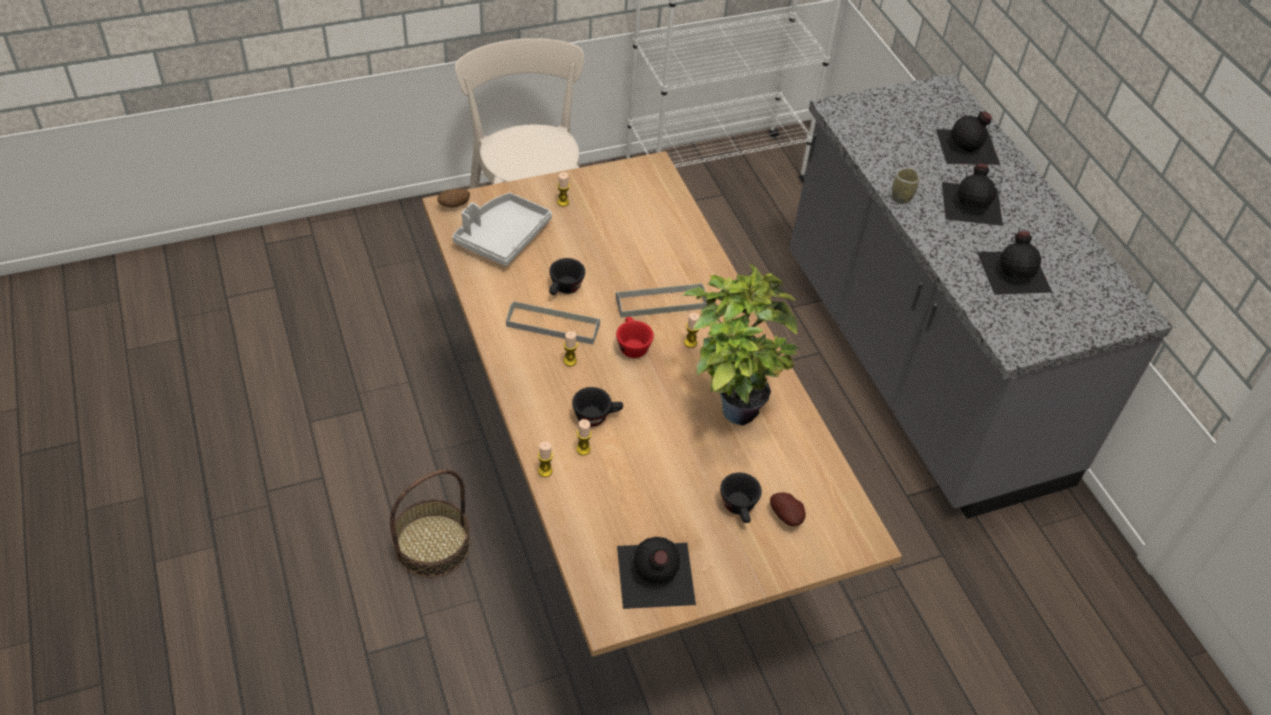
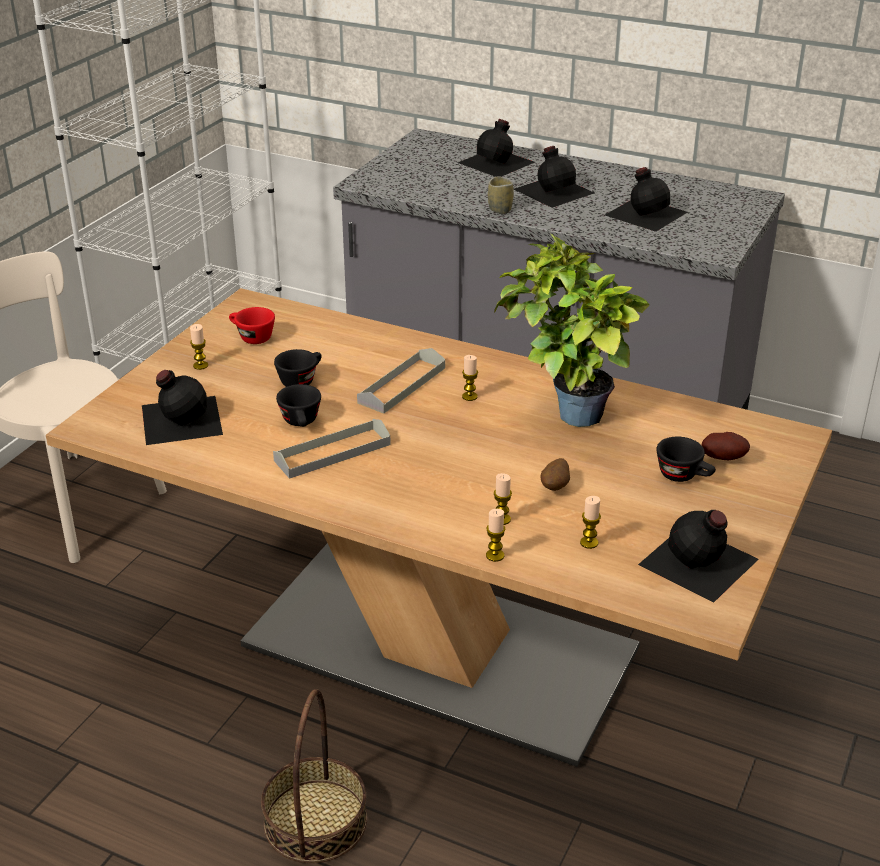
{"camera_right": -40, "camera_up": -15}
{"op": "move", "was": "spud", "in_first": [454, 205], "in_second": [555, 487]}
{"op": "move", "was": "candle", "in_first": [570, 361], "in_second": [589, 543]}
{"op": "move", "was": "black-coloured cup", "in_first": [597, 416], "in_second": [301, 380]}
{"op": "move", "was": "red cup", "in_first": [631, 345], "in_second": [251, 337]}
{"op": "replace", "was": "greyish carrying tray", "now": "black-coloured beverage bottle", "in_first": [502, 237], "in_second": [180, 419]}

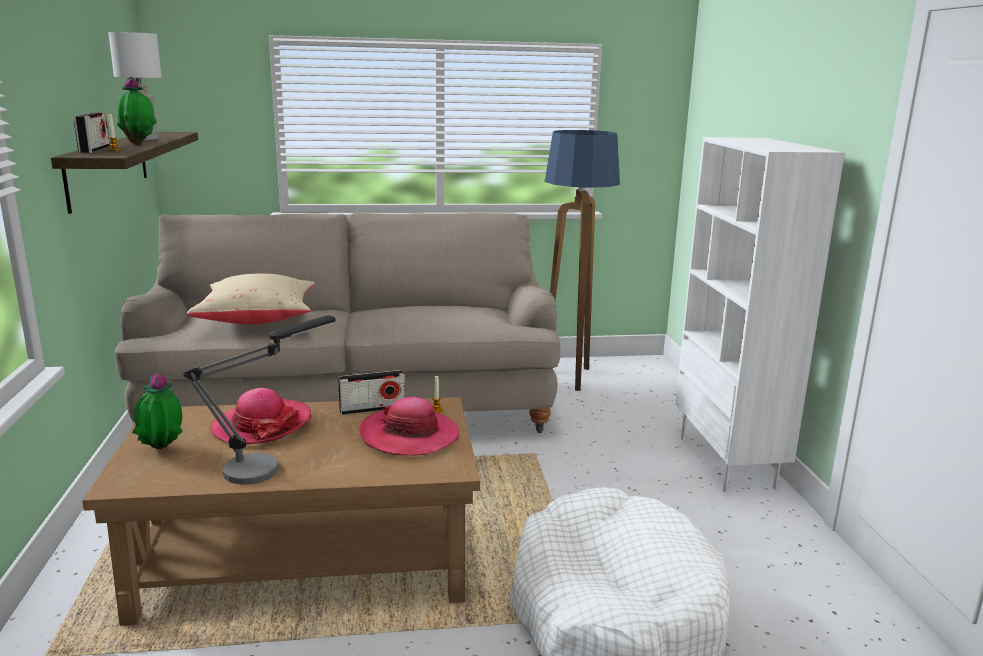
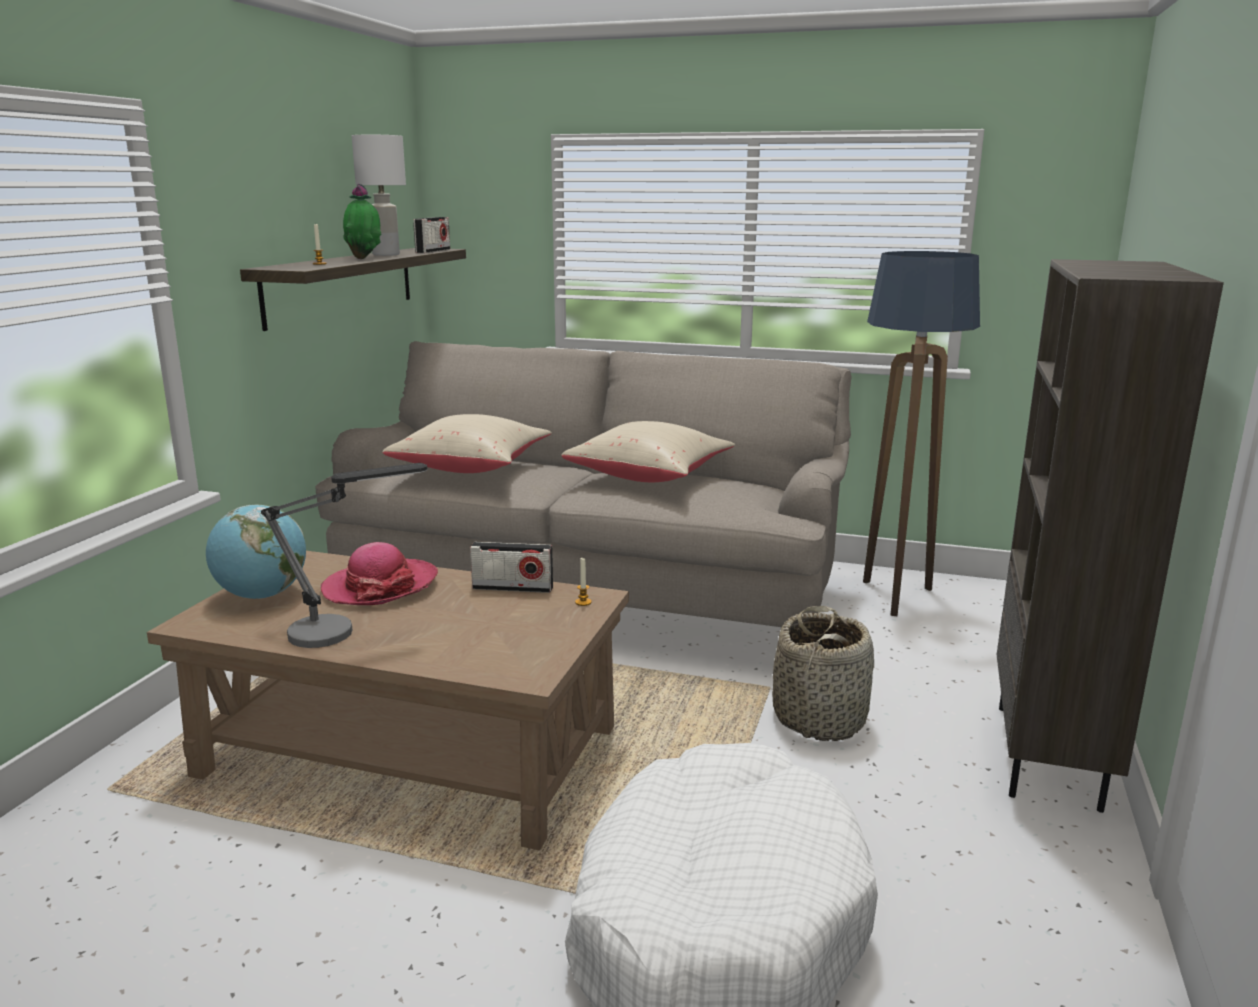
{"camera_right": 25, "camera_up": 0}
{"op": "delete", "was": "wearable hat", "in_first": [409, 436]}
{"op": "insert", "now": "beige-coloured pillow", "in_second": [650, 476]}
{"op": "insert", "now": "storage basket", "in_second": [820, 718]}
{"op": "move", "was": "radio", "in_first": [94, 150], "in_second": [433, 251]}
{"op": "replace", "was": "houseplant", "now": "world globe", "in_first": [162, 450], "in_second": [262, 595]}
{"op": "recolor", "was": "white-coloured shelving unit", "now": "brown shelving unit", "in_first": [728, 462], "in_second": [1050, 756]}

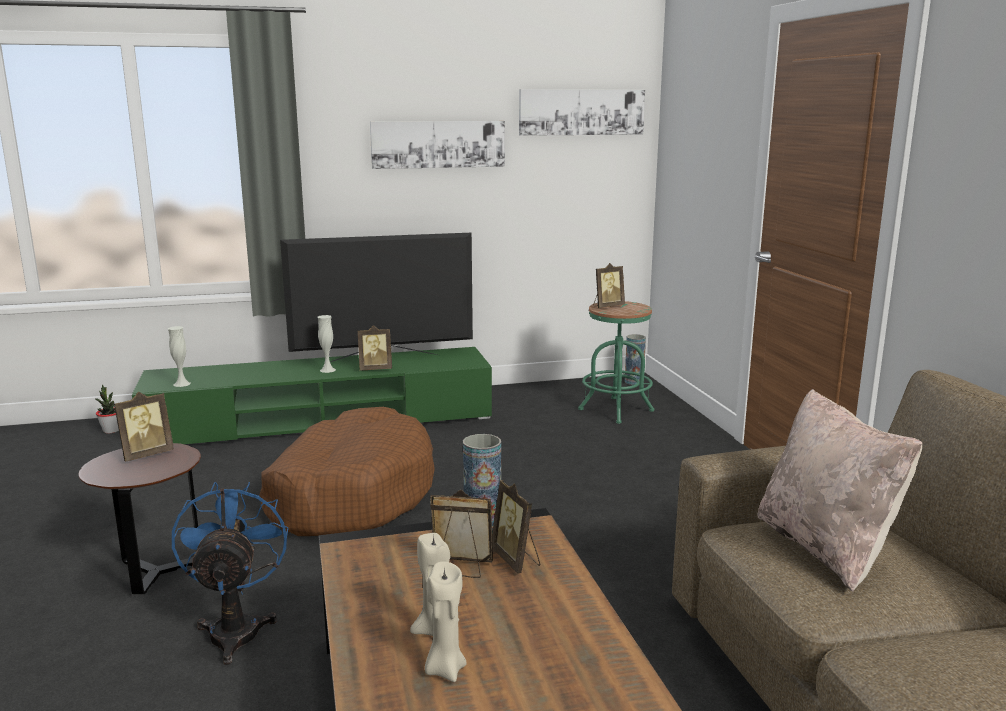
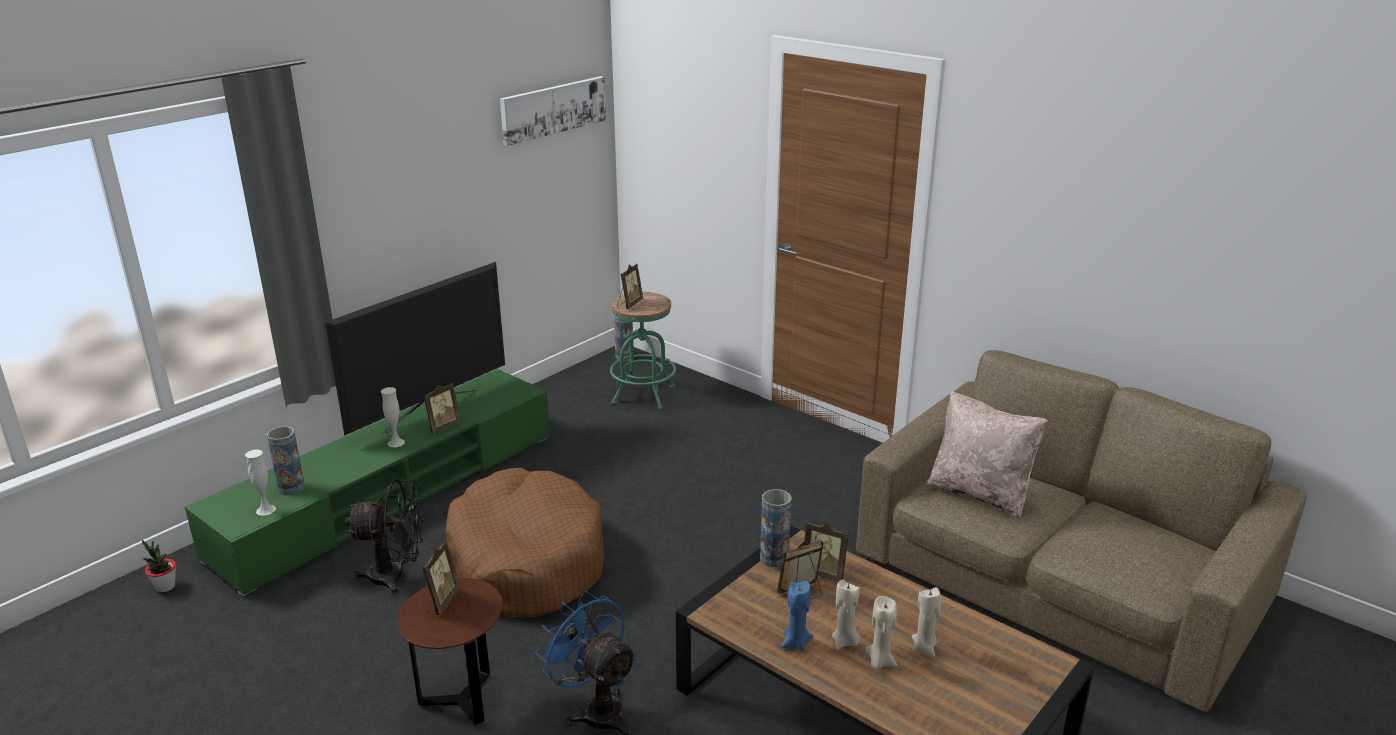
{"camera_right": -35, "camera_up": 10}
{"op": "delete", "was": "wall picture", "in_first": [438, 144]}
{"op": "insert", "now": "decorative vase", "in_second": [291, 488]}
{"op": "insert", "now": "black-coloured electric fan", "in_second": [396, 576]}
{"op": "insert", "now": "blue candle", "in_second": [795, 643]}
{"op": "insert", "now": "beige-coloured candle", "in_second": [924, 648]}

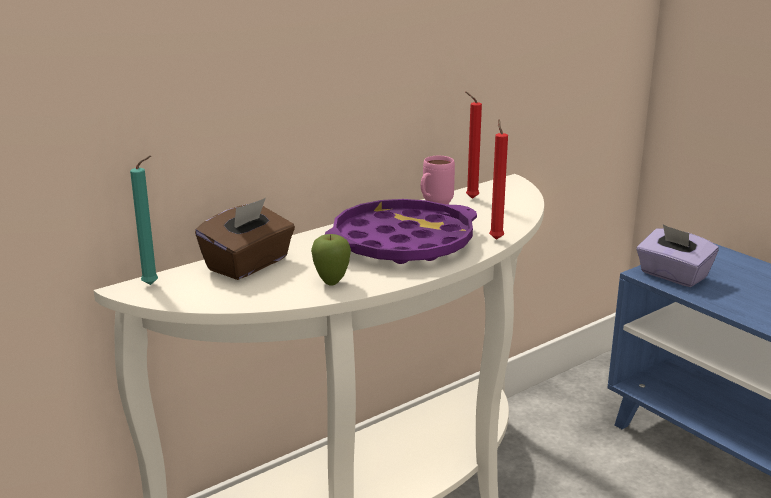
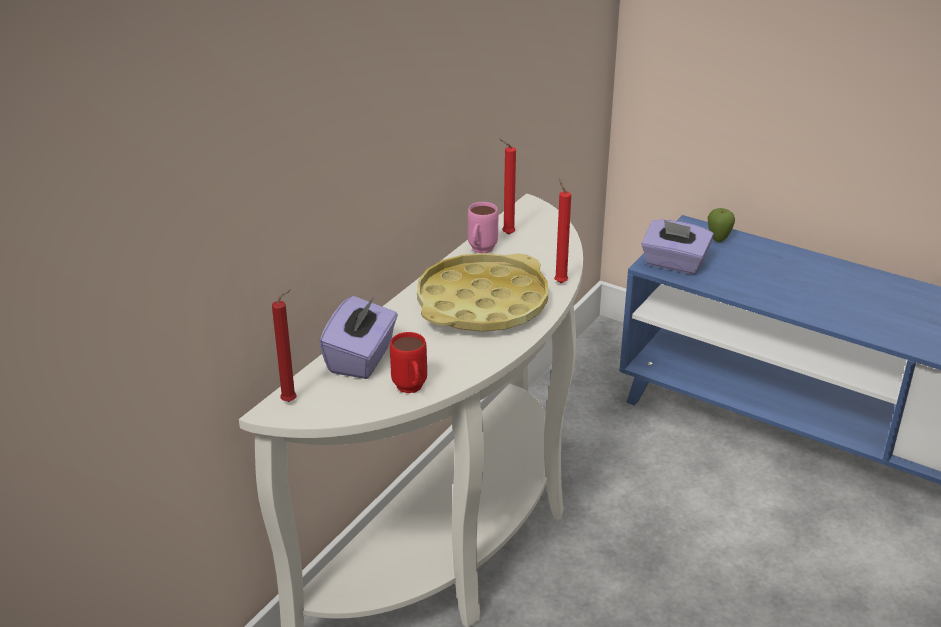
{"camera_right": -20, "camera_up": 10}
{"op": "insert", "now": "red coffee mug", "in_second": [411, 390]}
{"op": "move", "was": "apple fruit", "in_first": [331, 282], "in_second": [718, 240]}
{"op": "recolor", "was": "blue-green candle", "now": "red candle", "in_first": [153, 285], "in_second": [291, 401]}
{"op": "recolor", "was": "brown tissue box", "now": "purplish tissue box", "in_first": [248, 264], "in_second": [361, 358]}
{"op": "recolor", "was": "purplish carrying tray", "now": "yellowish carrying tray", "in_first": [402, 243], "in_second": [482, 304]}

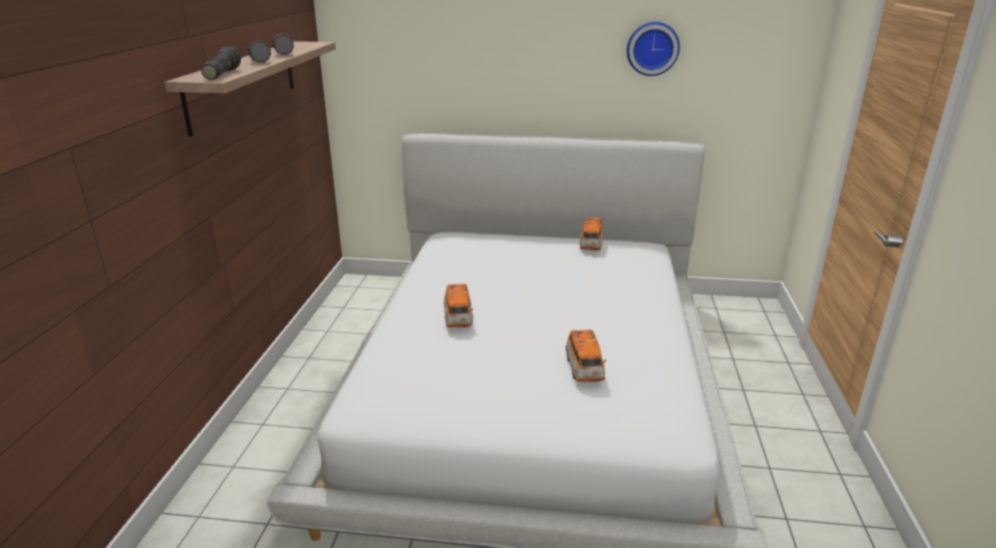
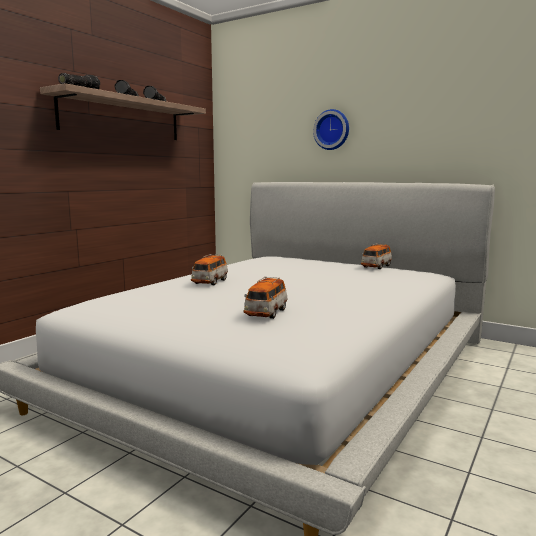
{"camera_right": 25, "camera_up": -15}
{"op": "move", "was": "wall clock", "in_first": [652, 48], "in_second": [332, 130]}

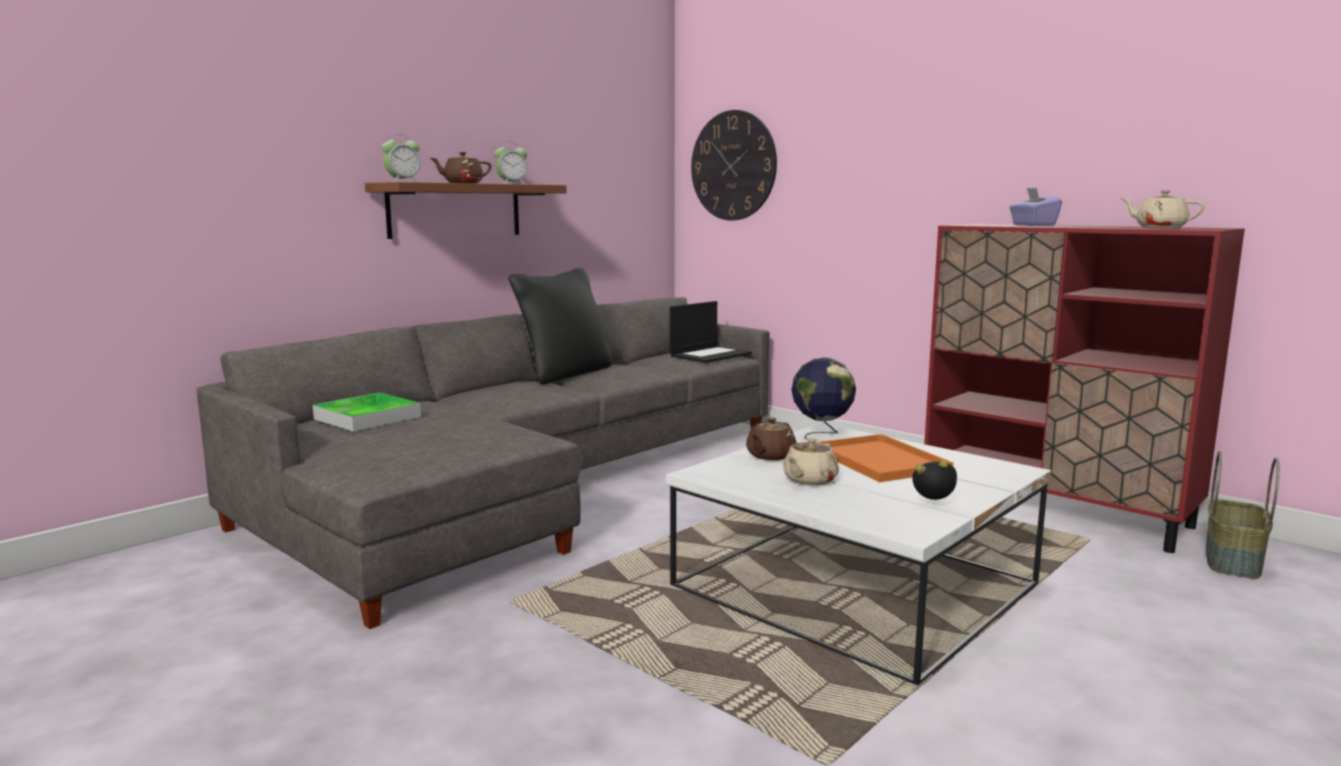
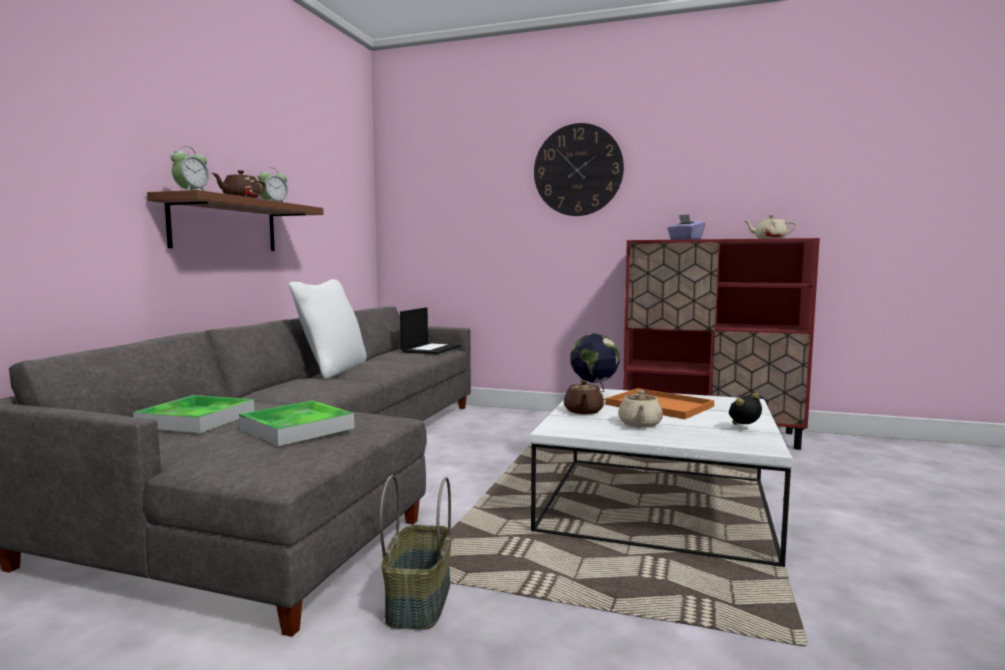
{"camera_right": -25, "camera_up": -5}
{"op": "insert", "now": "carrying tray", "in_second": [297, 429]}
{"op": "move", "was": "wall clock", "in_first": [733, 166], "in_second": [578, 170]}
{"op": "move", "was": "storage basket", "in_first": [1231, 560], "in_second": [418, 600]}
{"op": "recolor", "was": "black-coloured pillow", "now": "white-coloured pillow", "in_first": [565, 374], "in_second": [333, 370]}

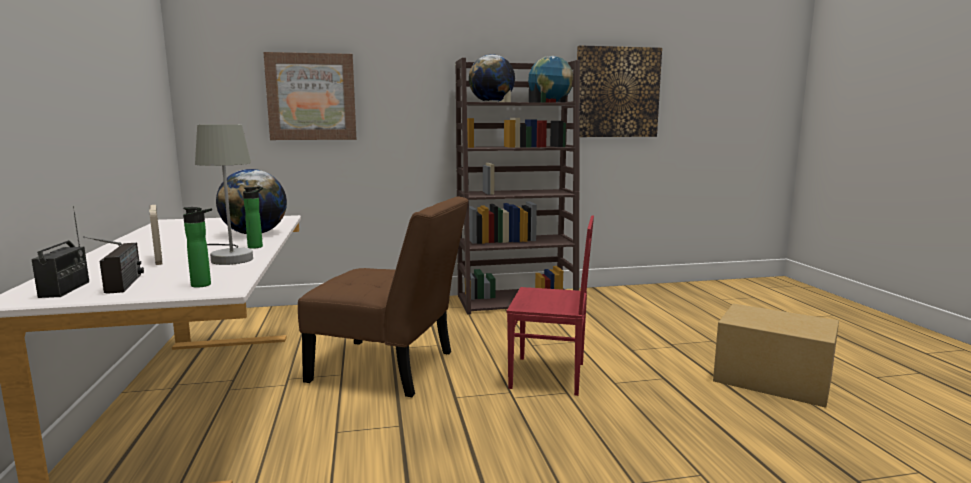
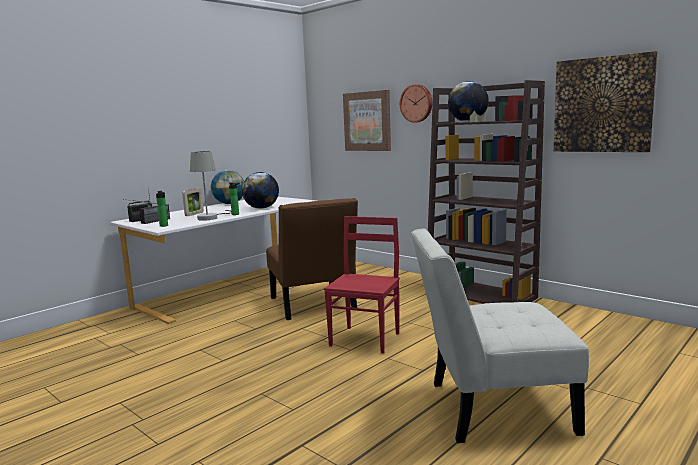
{"camera_right": 55, "camera_up": 0}
{"op": "insert", "now": "wall clock", "in_second": [417, 103]}
{"op": "move", "was": "world globe", "in_first": [550, 103], "in_second": [229, 203]}
{"op": "replace", "was": "cardboard box", "now": "white-coloured plain chair", "in_first": [771, 380], "in_second": [491, 408]}
{"op": "rotate", "was": "red plain chair", "in_first": [549, 376], "in_second": [366, 339], "clockwise": -135}

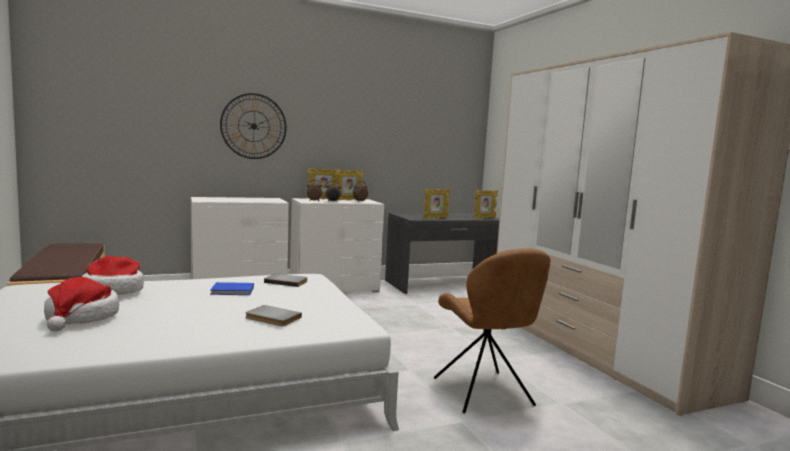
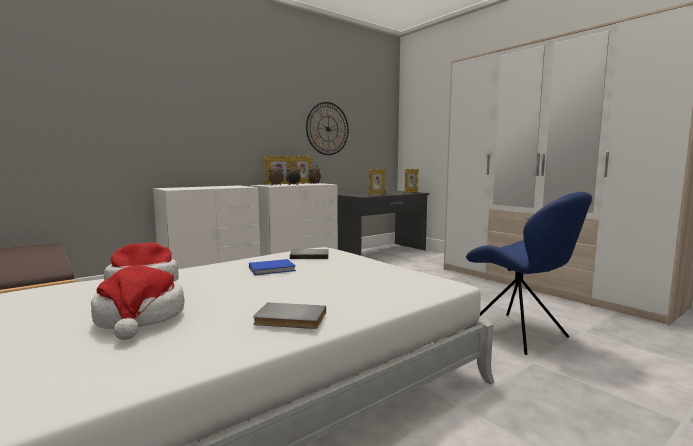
{"camera_right": -15, "camera_up": 0}
{"op": "move", "was": "wall clock", "in_first": [253, 126], "in_second": [327, 128]}
{"op": "move", "was": "greyish volume", "in_first": [272, 318], "in_second": [290, 319]}
{"op": "recolor", "was": "brown plain chair", "now": "blue plain chair", "in_first": [484, 393], "in_second": [518, 334]}

